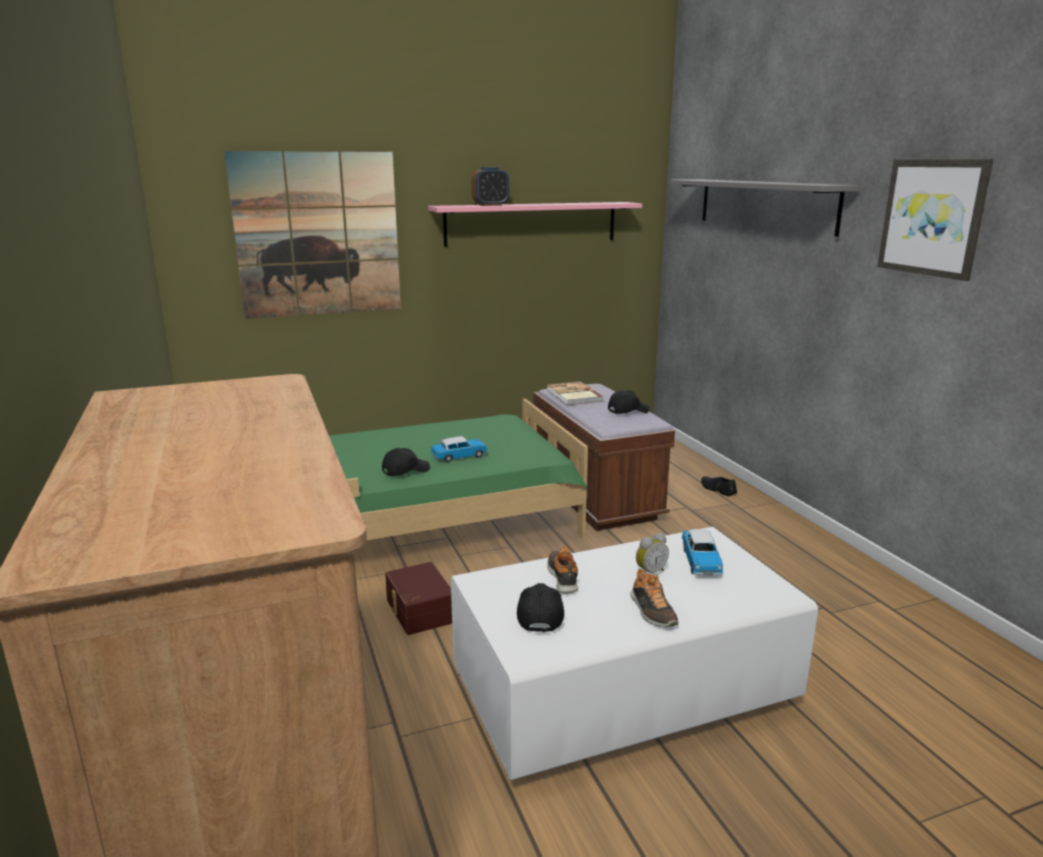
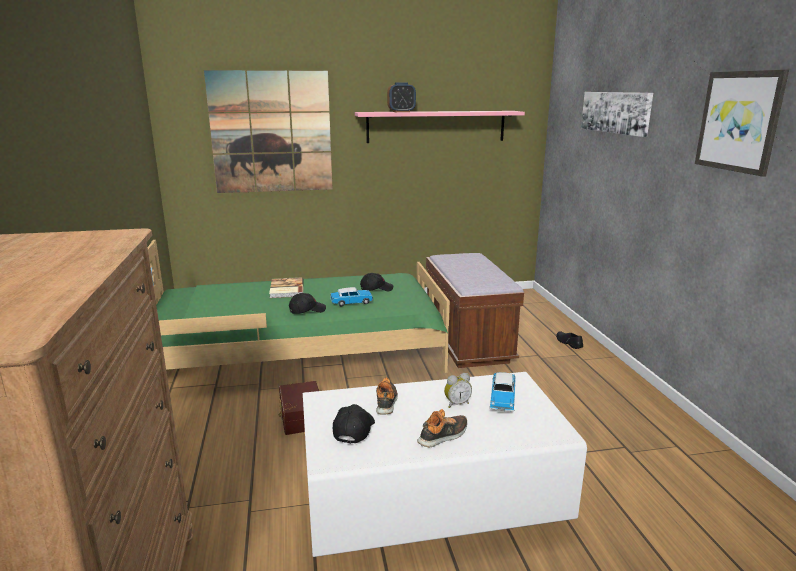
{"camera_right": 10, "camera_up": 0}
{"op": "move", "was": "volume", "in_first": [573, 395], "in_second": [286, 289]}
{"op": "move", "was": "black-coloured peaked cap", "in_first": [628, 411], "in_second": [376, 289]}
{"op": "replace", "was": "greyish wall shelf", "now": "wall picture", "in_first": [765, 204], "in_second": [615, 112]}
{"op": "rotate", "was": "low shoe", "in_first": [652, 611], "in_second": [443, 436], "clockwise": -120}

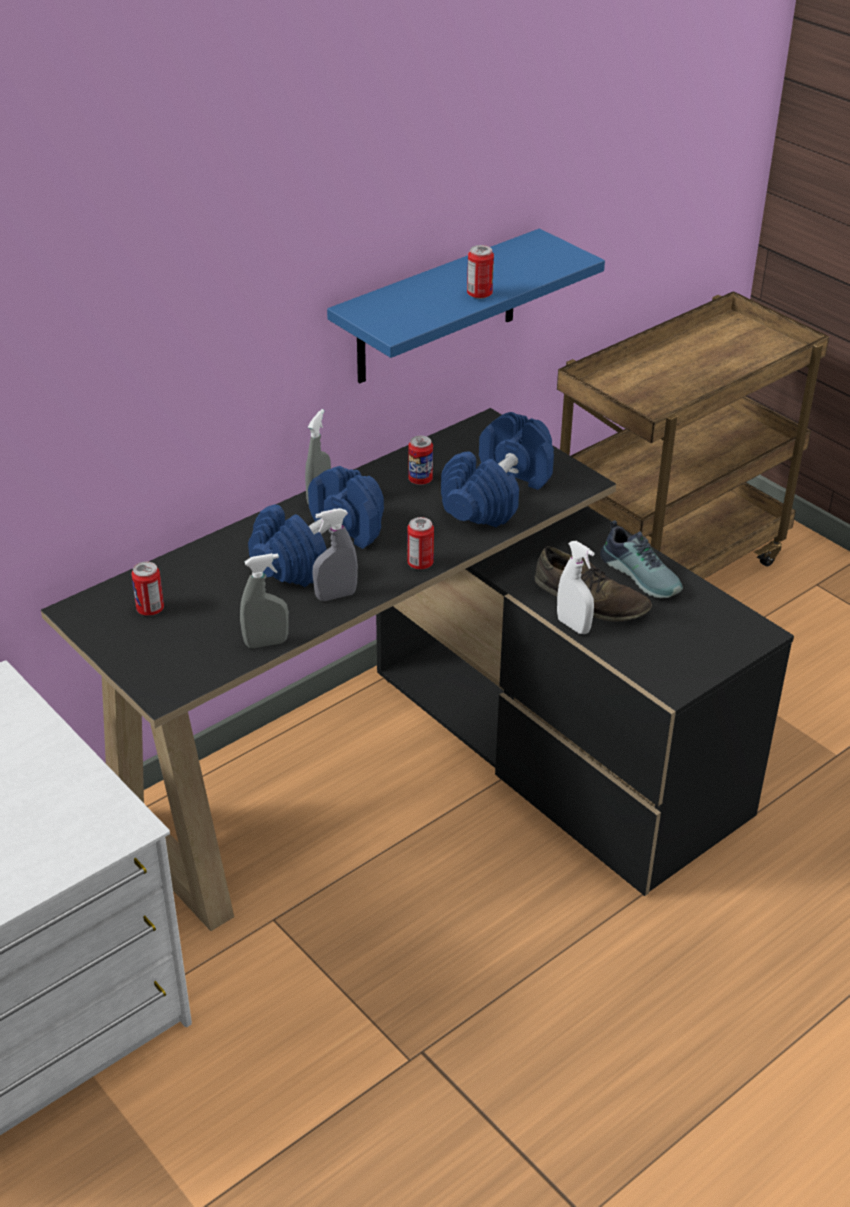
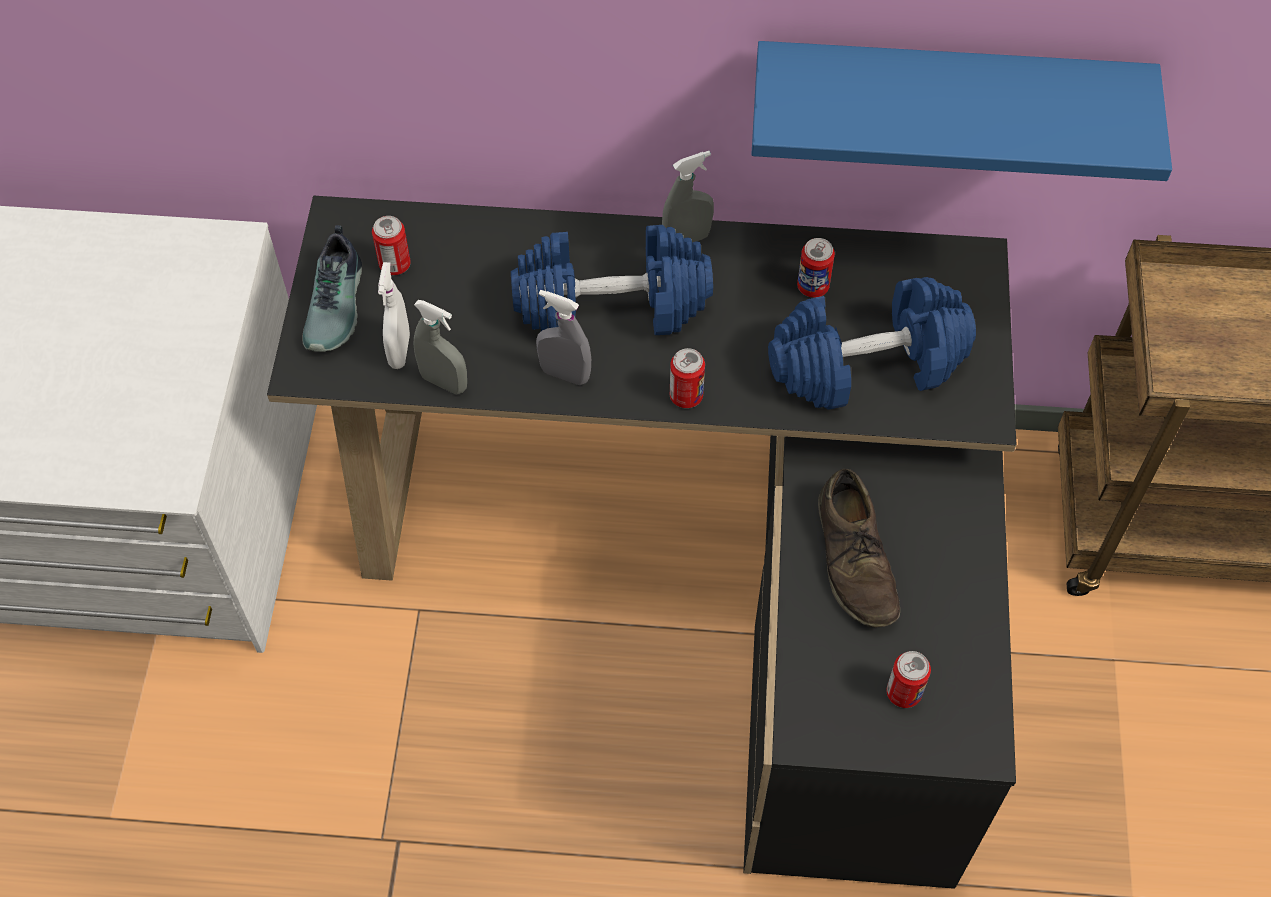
{"camera_right": 45, "camera_up": 20}
{"op": "move", "was": "metal can", "in_first": [479, 294], "in_second": [903, 693]}
{"op": "move", "was": "white-coloured spray bottle", "in_first": [573, 626], "in_second": [399, 351]}
{"op": "move", "was": "low shoe", "in_first": [642, 574], "in_second": [338, 305]}

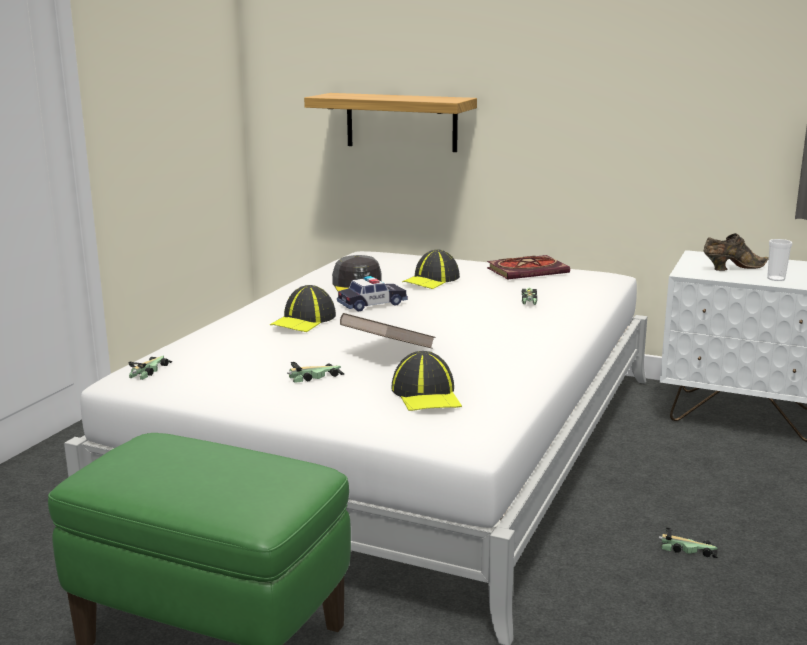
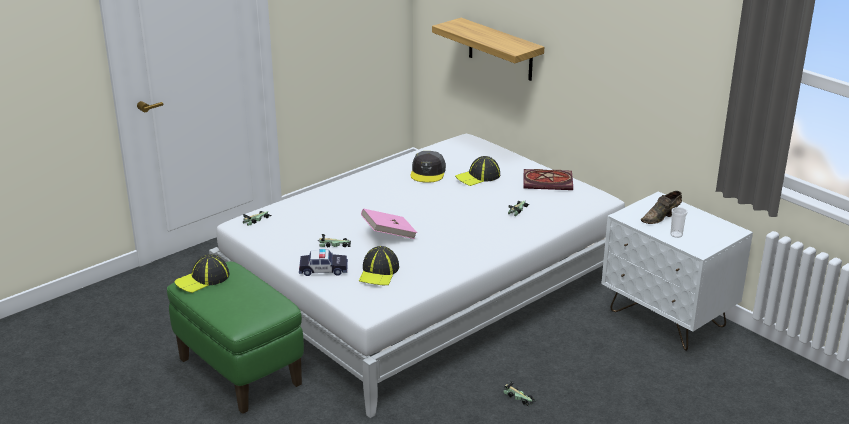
{"camera_right": 25, "camera_up": 10}
{"op": "move", "was": "peaked cap", "in_first": [303, 320], "in_second": [203, 279]}
{"op": "move", "was": "miniature car", "in_first": [372, 304], "in_second": [323, 269]}
{"op": "recolor", "was": "brown volume", "now": "pink volume", "in_first": [387, 350], "in_second": [388, 234]}
{"op": "rotate", "was": "brown low shoe", "in_first": [732, 268], "in_second": [661, 218], "clockwise": 135}

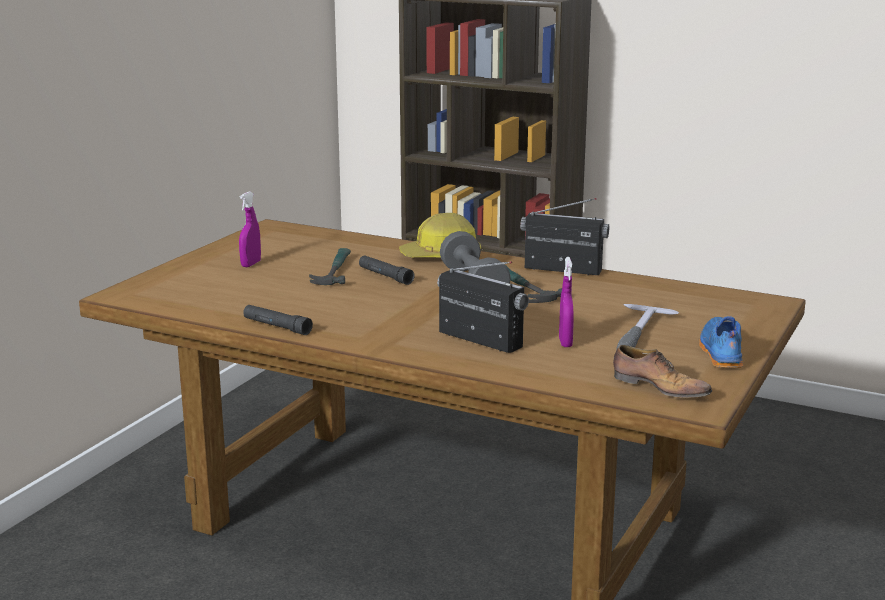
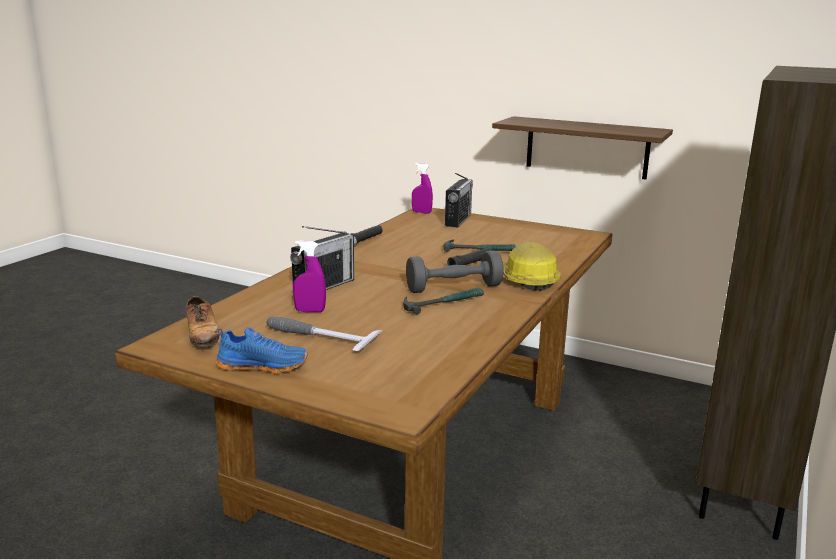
{"camera_right": 90, "camera_up": 0}
{"op": "insert", "now": "wall shelf", "in_second": [587, 147]}
{"op": "move", "was": "purplish spray bottle", "in_first": [251, 264], "in_second": [421, 212]}
{"op": "move", "was": "radio", "in_first": [562, 270], "in_second": [458, 220]}
{"op": "rotate", "was": "low shoe", "in_first": [659, 387], "in_second": [202, 335], "clockwise": -60}

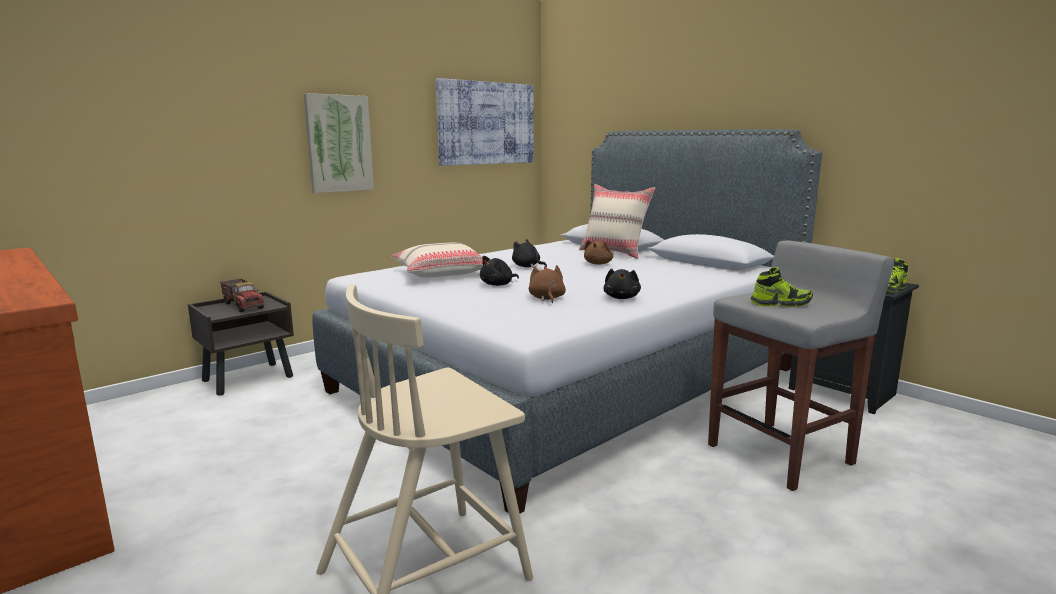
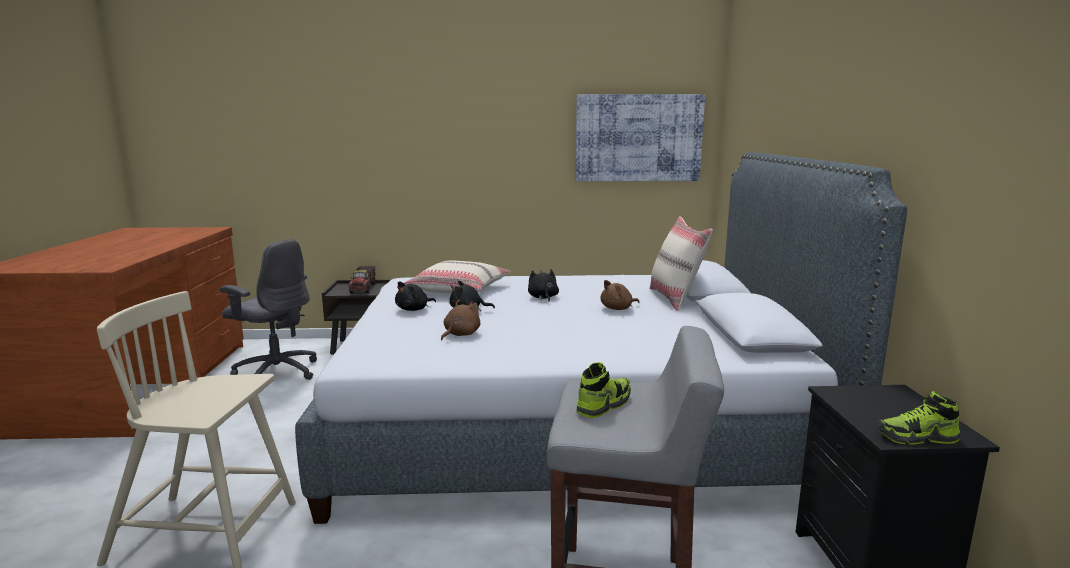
{"camera_right": 40, "camera_up": 0}
{"op": "delete", "was": "wall picture", "in_first": [339, 143]}
{"op": "insert", "now": "greyish office chair", "in_second": [276, 372]}
{"op": "move", "was": "black-coloured soft toy", "in_first": [621, 298], "in_second": [414, 309]}
{"op": "rotate", "was": "low shoe", "in_first": [780, 304], "in_second": [604, 405], "clockwise": -90}

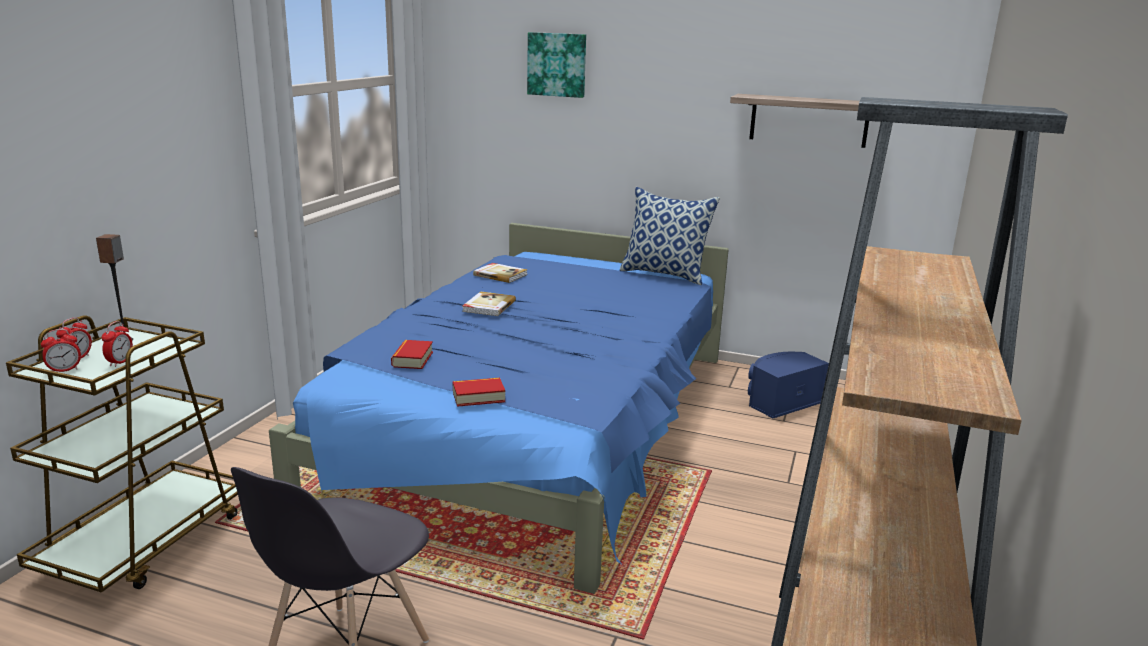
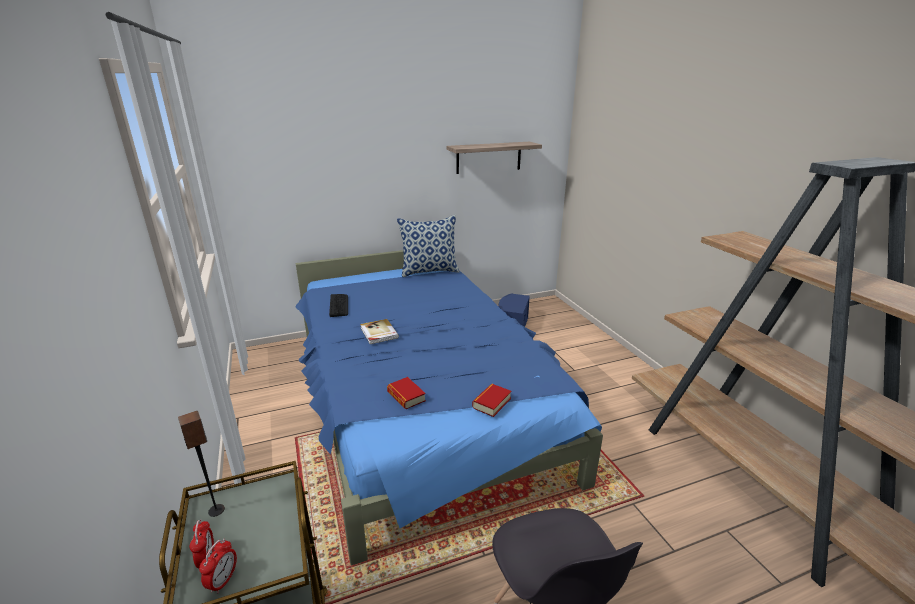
{"camera_right": -40, "camera_up": 5}
{"op": "delete", "was": "table clock", "in_first": [120, 362]}
{"op": "delete", "was": "wall picture", "in_first": [557, 64]}
{"op": "replace", "was": "volume", "now": "computer keyboard", "in_first": [500, 275], "in_second": [339, 305]}

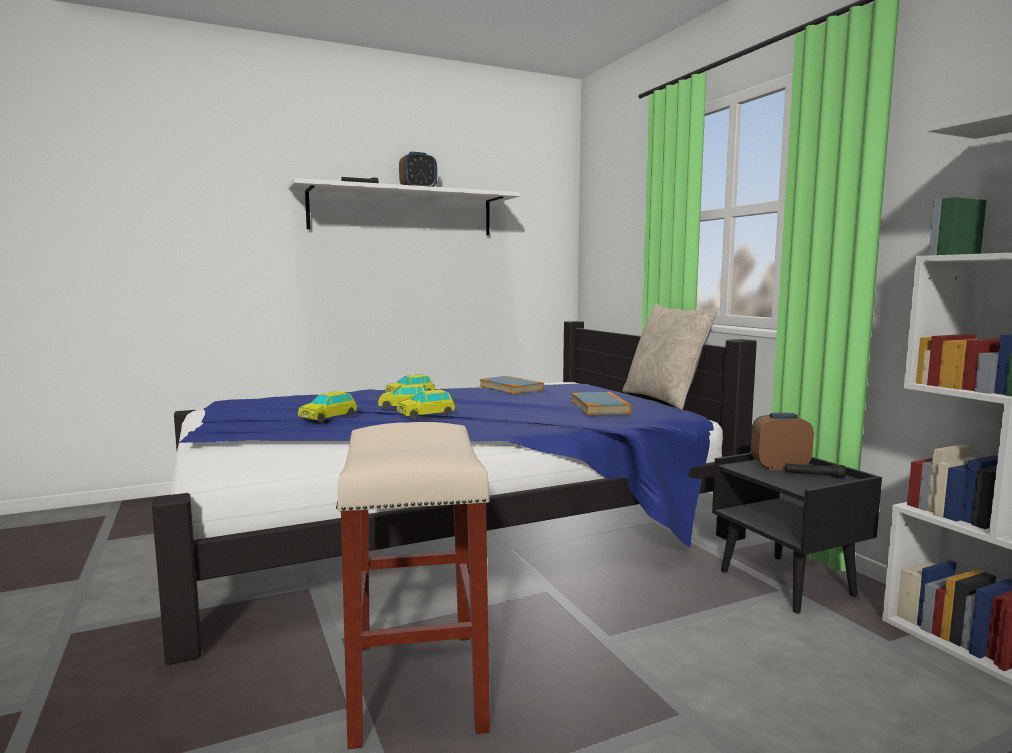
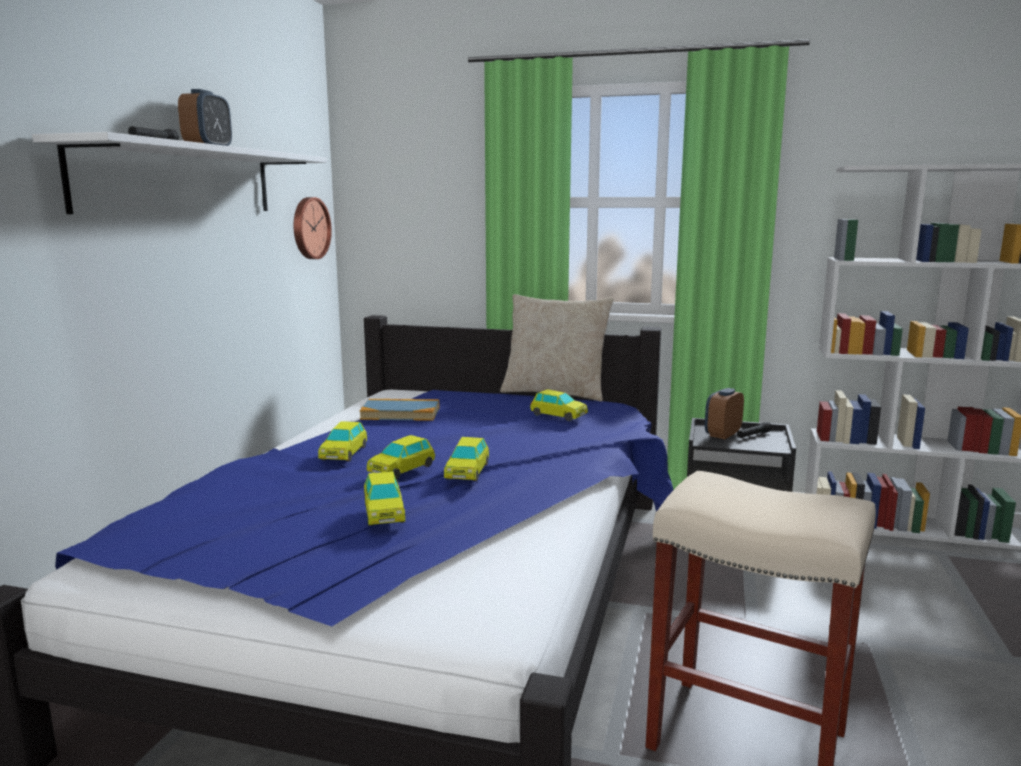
{"camera_right": -50, "camera_up": 5}
{"op": "insert", "now": "wall clock", "in_second": [309, 228]}
{"op": "replace", "was": "volume", "now": "miniature car", "in_first": [600, 407], "in_second": [558, 415]}

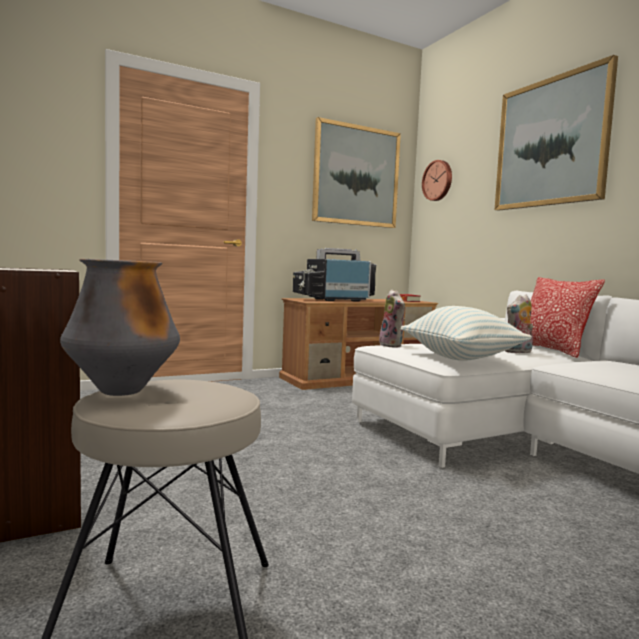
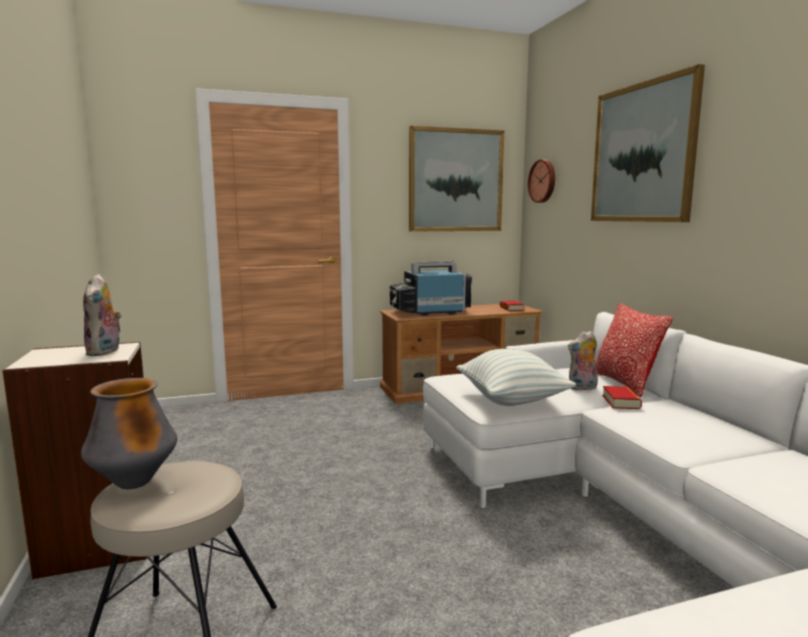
{"camera_right": 10, "camera_up": 5}
{"op": "insert", "now": "volume", "in_second": [621, 402]}
{"op": "move", "was": "soft toy", "in_first": [393, 345], "in_second": [105, 352]}

